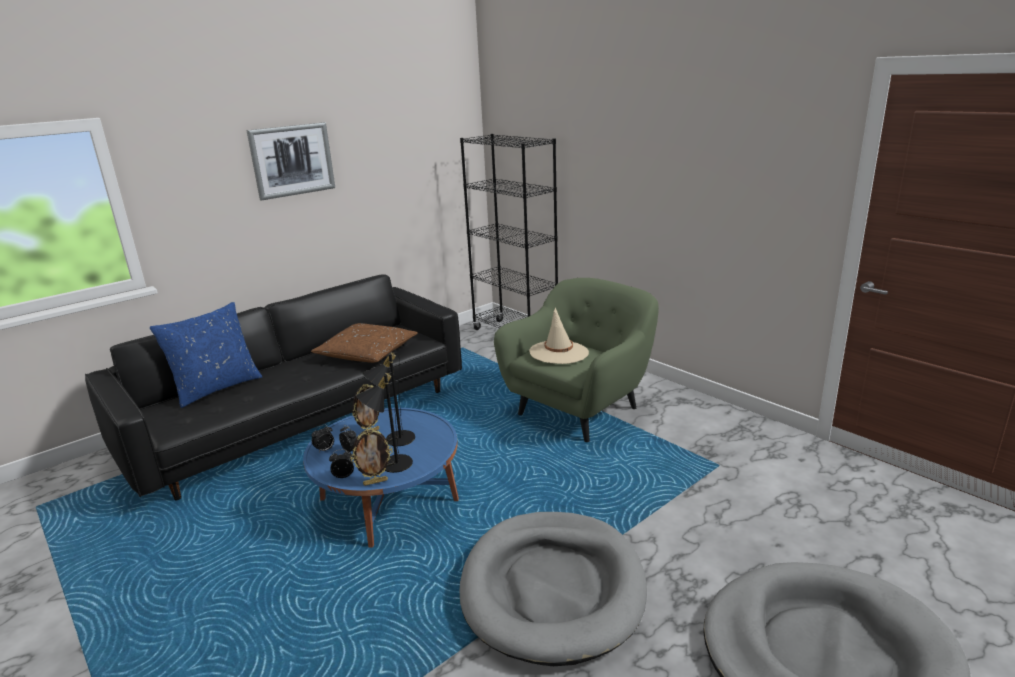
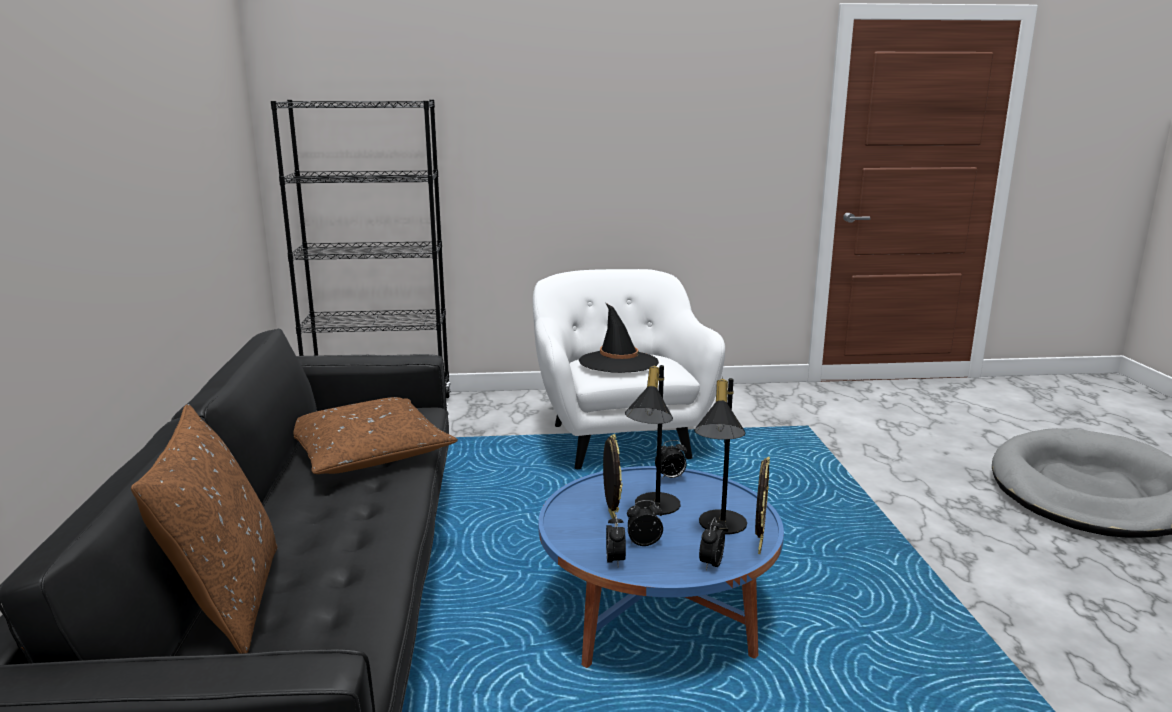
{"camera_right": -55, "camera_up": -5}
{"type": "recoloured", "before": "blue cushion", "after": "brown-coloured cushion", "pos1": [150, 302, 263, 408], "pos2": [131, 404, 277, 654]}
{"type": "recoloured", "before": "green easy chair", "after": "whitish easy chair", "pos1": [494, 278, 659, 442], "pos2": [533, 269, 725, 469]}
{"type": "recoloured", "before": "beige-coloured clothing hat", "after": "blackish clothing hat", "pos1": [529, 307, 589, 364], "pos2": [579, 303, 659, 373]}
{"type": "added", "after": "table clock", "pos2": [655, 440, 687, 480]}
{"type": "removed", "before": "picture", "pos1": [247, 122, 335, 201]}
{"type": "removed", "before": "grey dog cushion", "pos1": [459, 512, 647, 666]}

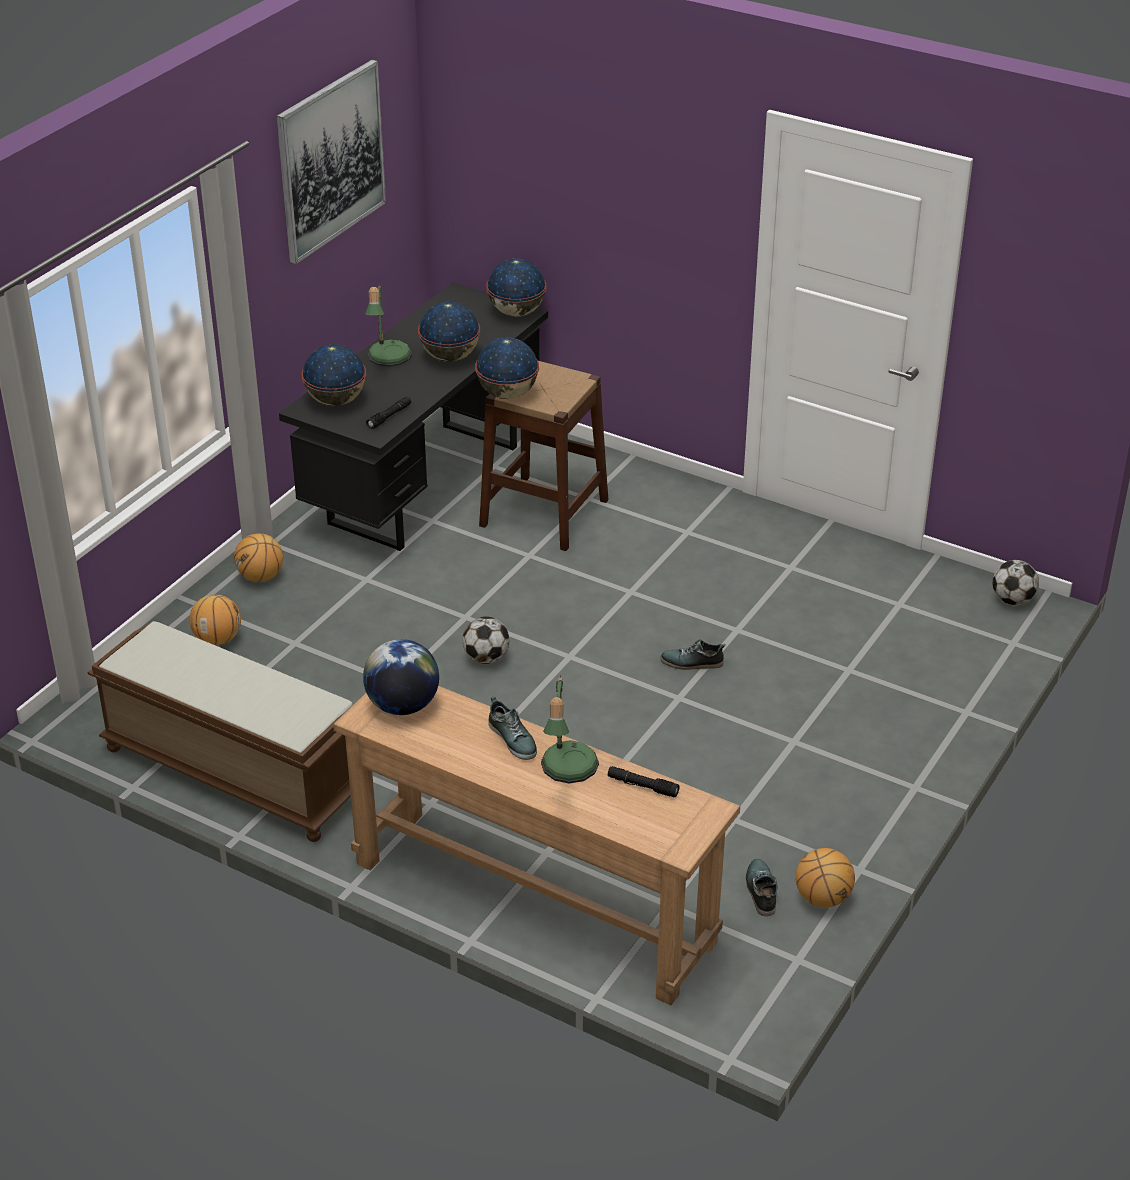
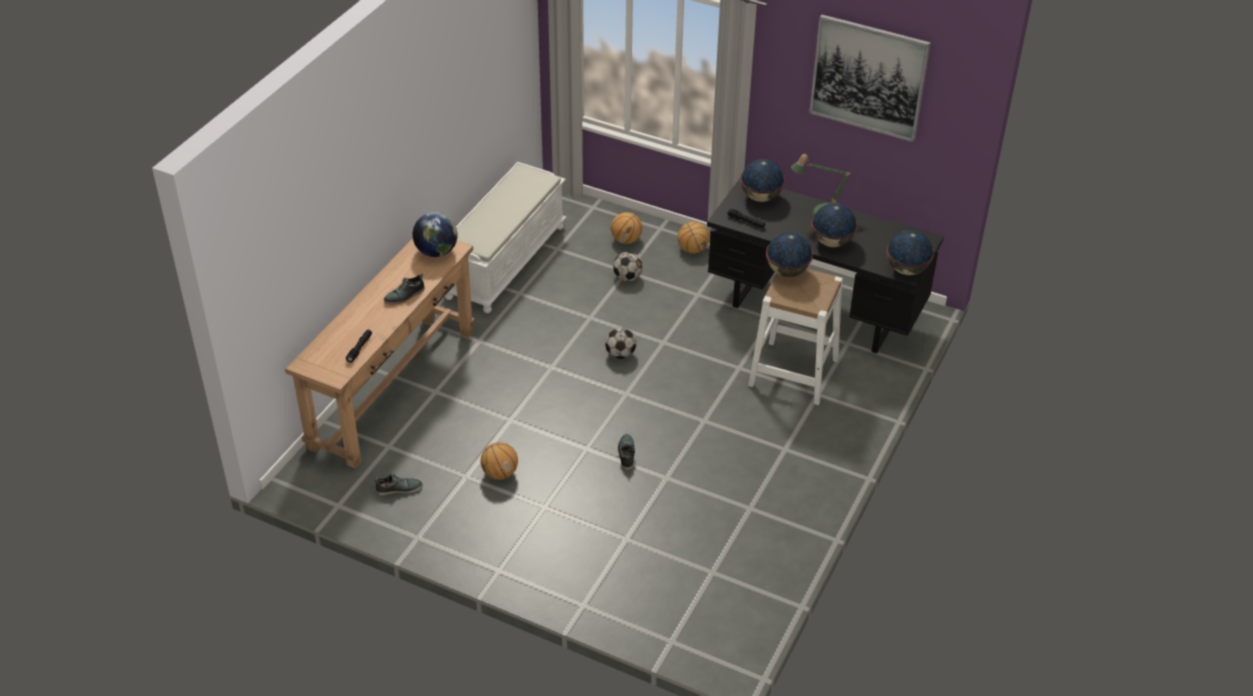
{"camera_right": 85, "camera_up": 5}
{"type": "recoloured", "before": "brown-coloured long seat", "after": "whitish long seat", "pos1": [88, 621, 353, 842], "pos2": [445, 162, 566, 313]}
{"type": "moved", "before": "basketball", "pos1": [795, 848, 855, 908], "pos2": [481, 442, 518, 480]}
{"type": "moved", "before": "ball for football", "pos1": [992, 560, 1039, 605], "pos2": [613, 252, 643, 282]}
{"type": "recoloured", "before": "brown-coloured stool", "after": "whitish stool", "pos1": [479, 361, 609, 551], "pos2": [748, 269, 843, 405]}
{"type": "removed", "before": "table lamp", "pos1": [541, 675, 599, 783]}

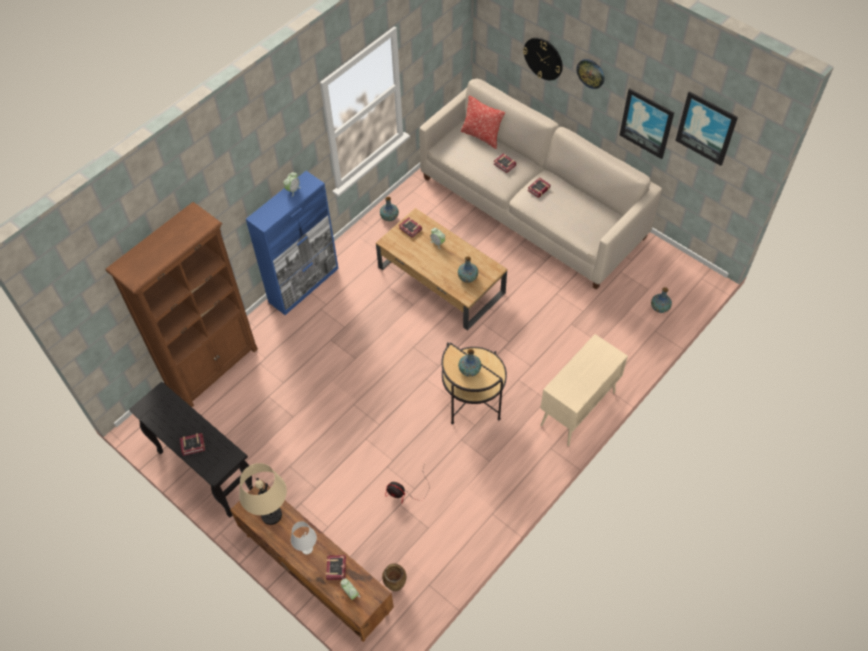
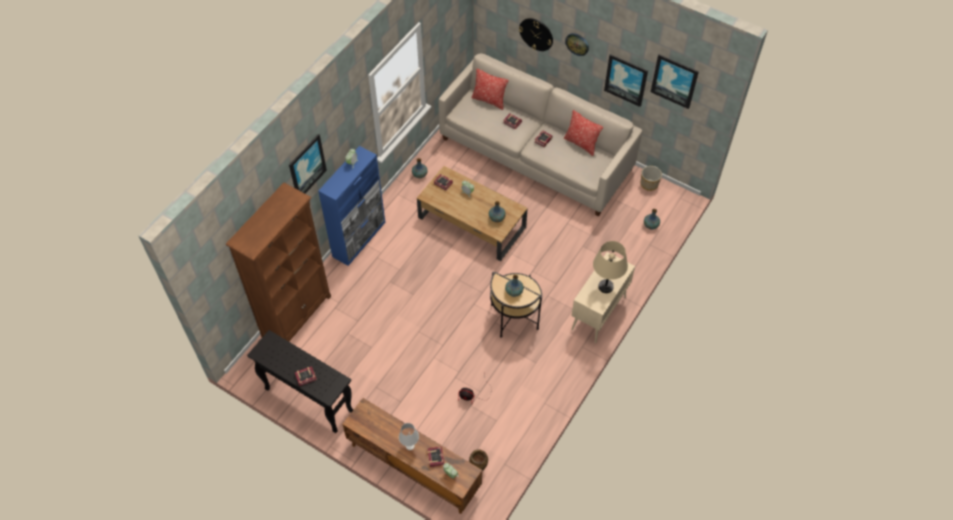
{"camera_right": -10, "camera_up": 0}
{"type": "added", "after": "picture", "pos2": [289, 134, 327, 193]}
{"type": "added", "after": "cushion", "pos2": [564, 110, 603, 156]}
{"type": "moved", "before": "beige-coloured table lamp", "pos1": [239, 463, 287, 525], "pos2": [593, 241, 628, 293]}
{"type": "added", "after": "planter", "pos2": [641, 166, 662, 191]}

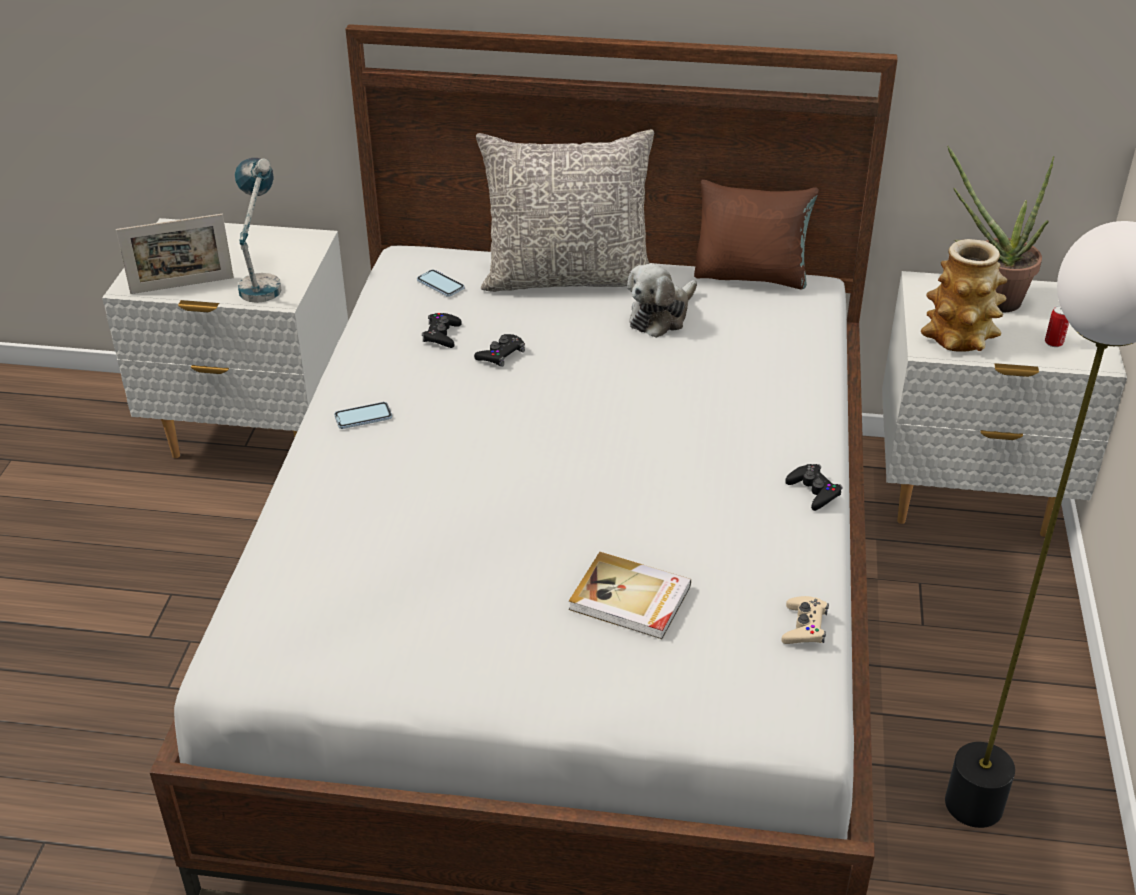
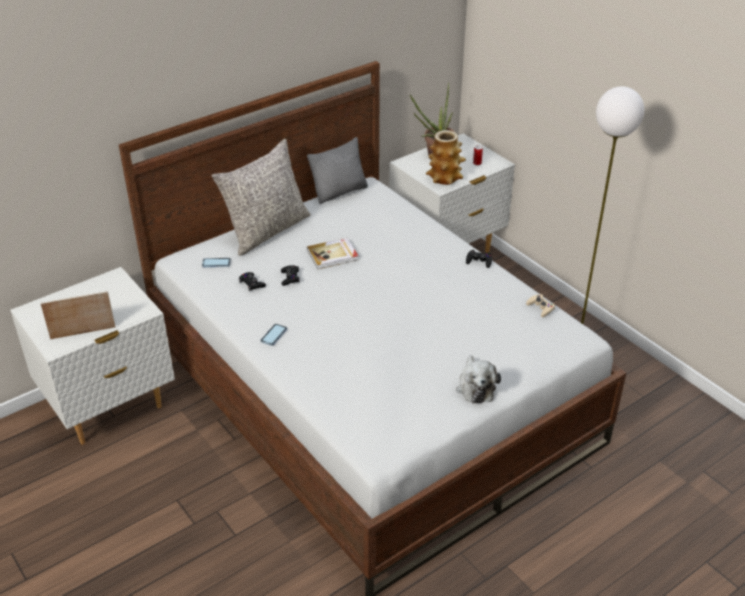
{"camera_right": -45, "camera_up": 0}
{"type": "turned", "before": "picture frame", "pos1": [116, 214, 234, 294], "pos2": [40, 291, 116, 339], "turn": -135}
{"type": "recoloured", "before": "brown-coloured cushion", "after": "grey cushion", "pos1": [694, 180, 819, 289], "pos2": [307, 137, 368, 204]}
{"type": "moved", "before": "book", "pos1": [569, 552, 691, 639], "pos2": [307, 238, 358, 269]}
{"type": "moved", "before": "cuddly toy", "pos1": [627, 264, 697, 338], "pos2": [456, 355, 501, 403]}
{"type": "removed", "before": "table lamp", "pos1": [235, 158, 282, 303]}

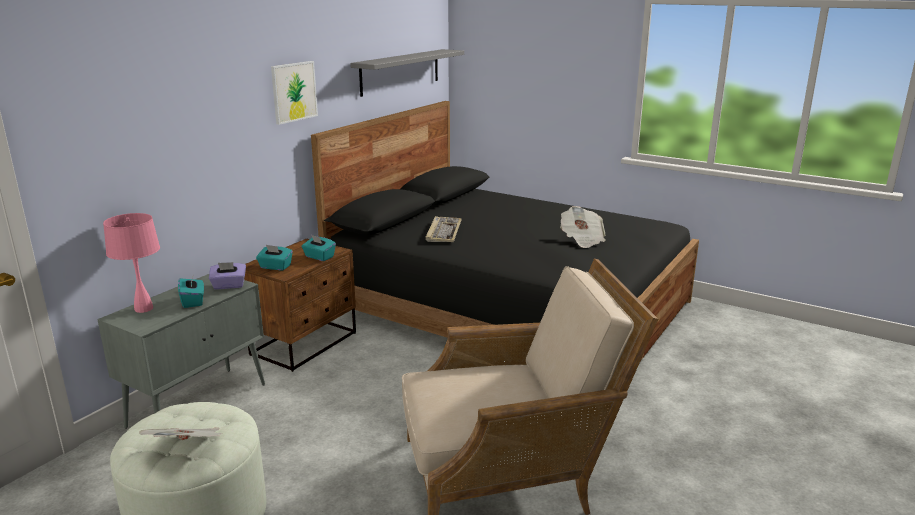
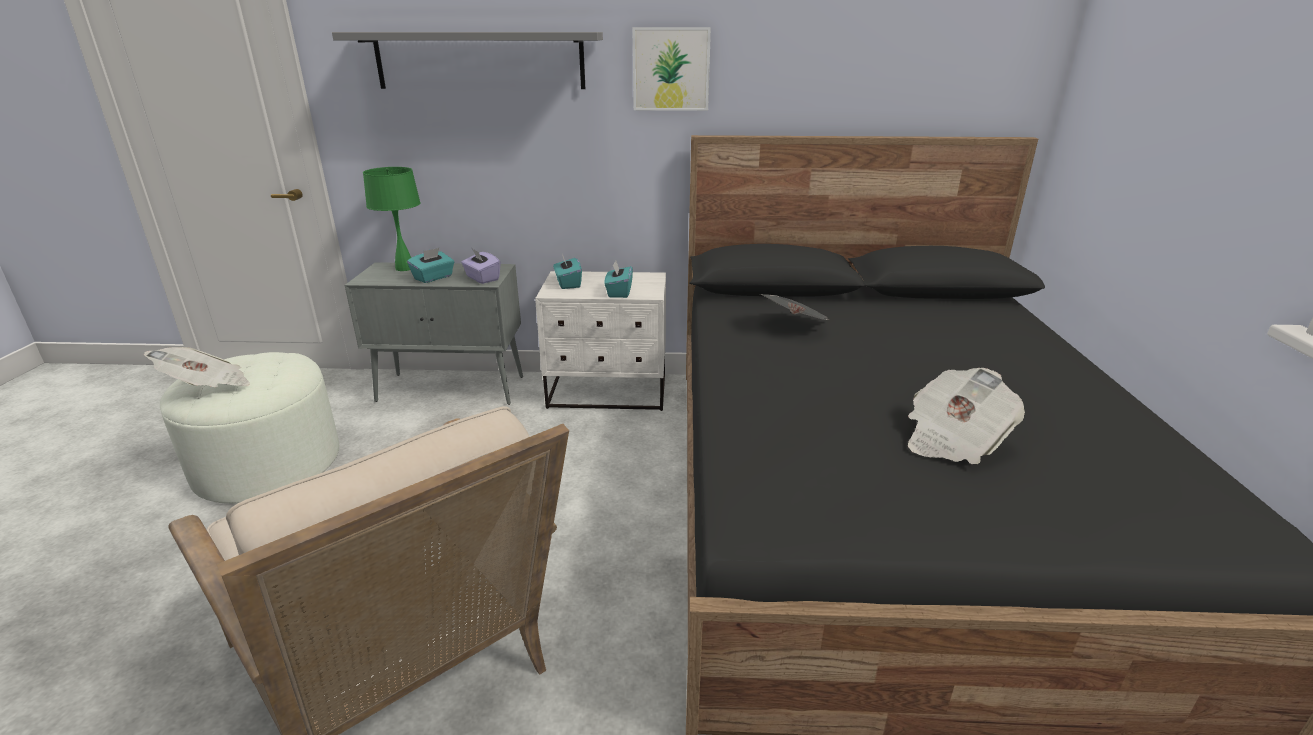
{"camera_right": 60, "camera_up": 5}
{"type": "moved", "before": "grey shelf", "pos1": [350, 49, 464, 97], "pos2": [332, 32, 603, 89]}
{"type": "recoloured", "before": "pink table lamp", "after": "green table lamp", "pos1": [103, 213, 160, 313], "pos2": [363, 167, 421, 271]}
{"type": "recoloured", "before": "brown-coloured nightstand", "after": "whitish nightstand", "pos1": [244, 238, 356, 372], "pos2": [535, 271, 666, 411]}
{"type": "replaced", "before": "PC keyboard", "after": "newspaper", "pos1": [425, 216, 462, 242], "pos2": [760, 294, 829, 320]}

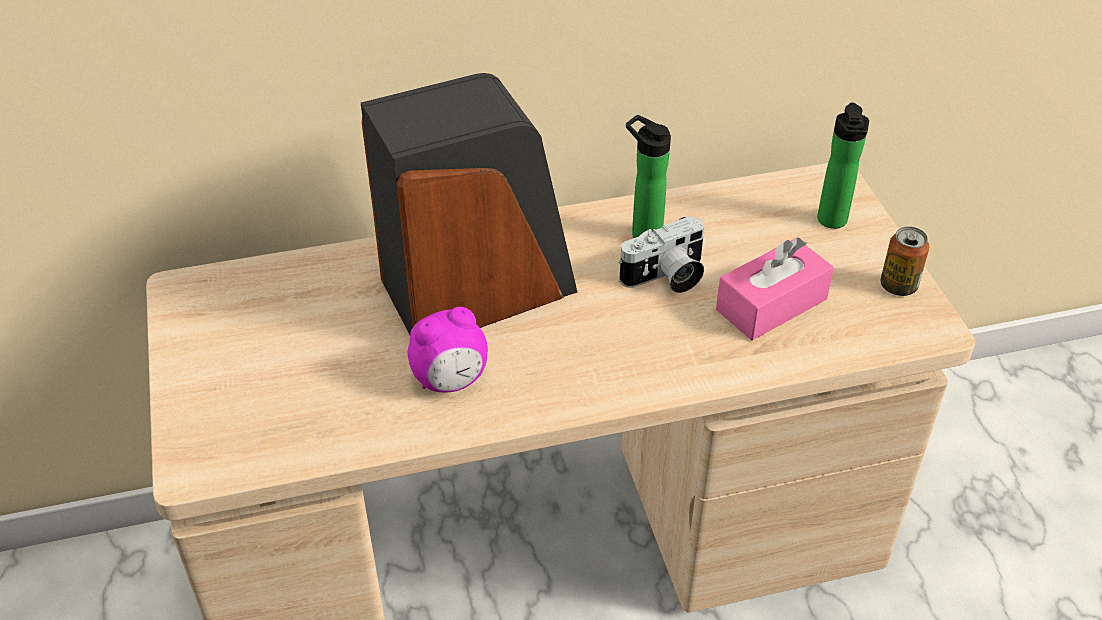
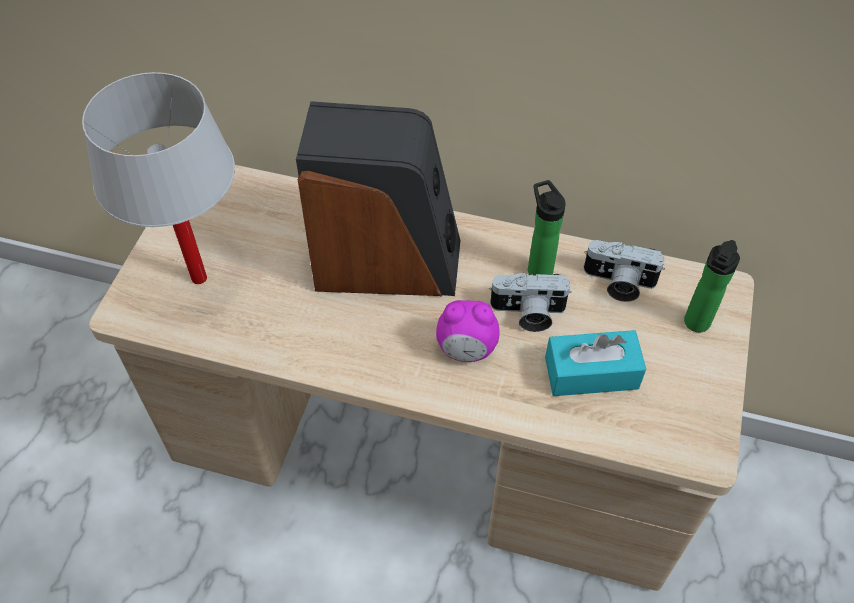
{"camera_right": 30, "camera_up": 10}
{"type": "added", "after": "whitish table lamp", "pos2": [82, 72, 235, 284]}
{"type": "moved", "before": "table clock", "pos1": [408, 307, 488, 392], "pos2": [436, 300, 500, 362]}
{"type": "recoloured", "before": "pink tissue holder", "after": "turquoise tissue holder", "pos1": [716, 237, 834, 340], "pos2": [545, 330, 646, 396]}
{"type": "added", "after": "still camera", "pos2": [583, 240, 665, 302]}
{"type": "removed", "before": "metal can", "pos1": [881, 227, 929, 296]}

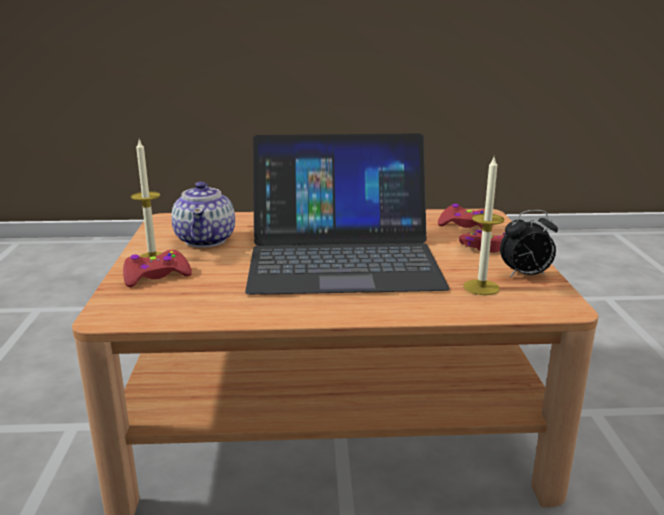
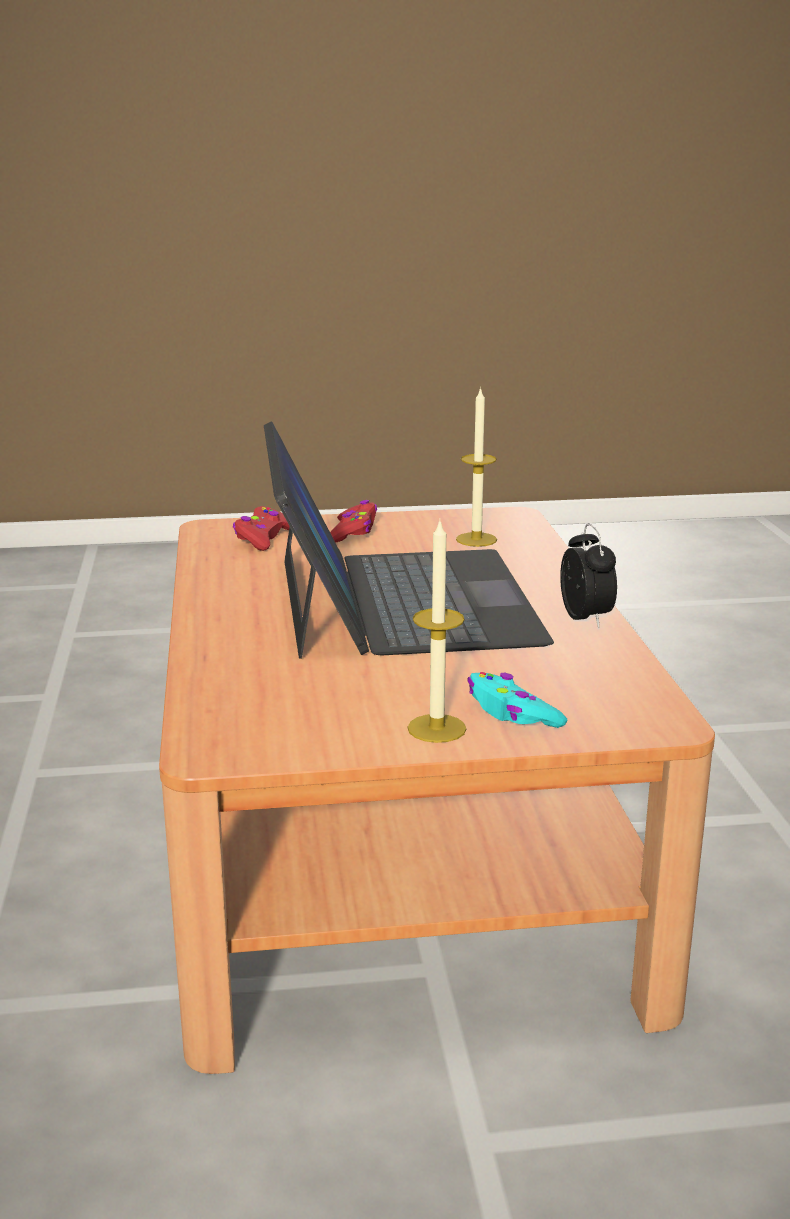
{"camera_right": -95, "camera_up": 0}
{"type": "recoloured", "before": "red-coloured joypad", "after": "turquoise joypad", "pos1": [123, 250, 192, 287], "pos2": [467, 672, 567, 728]}
{"type": "moved", "before": "table clock", "pos1": [500, 210, 558, 277], "pos2": [560, 524, 617, 628]}
{"type": "removed", "before": "pot for tea", "pos1": [172, 181, 235, 248]}

